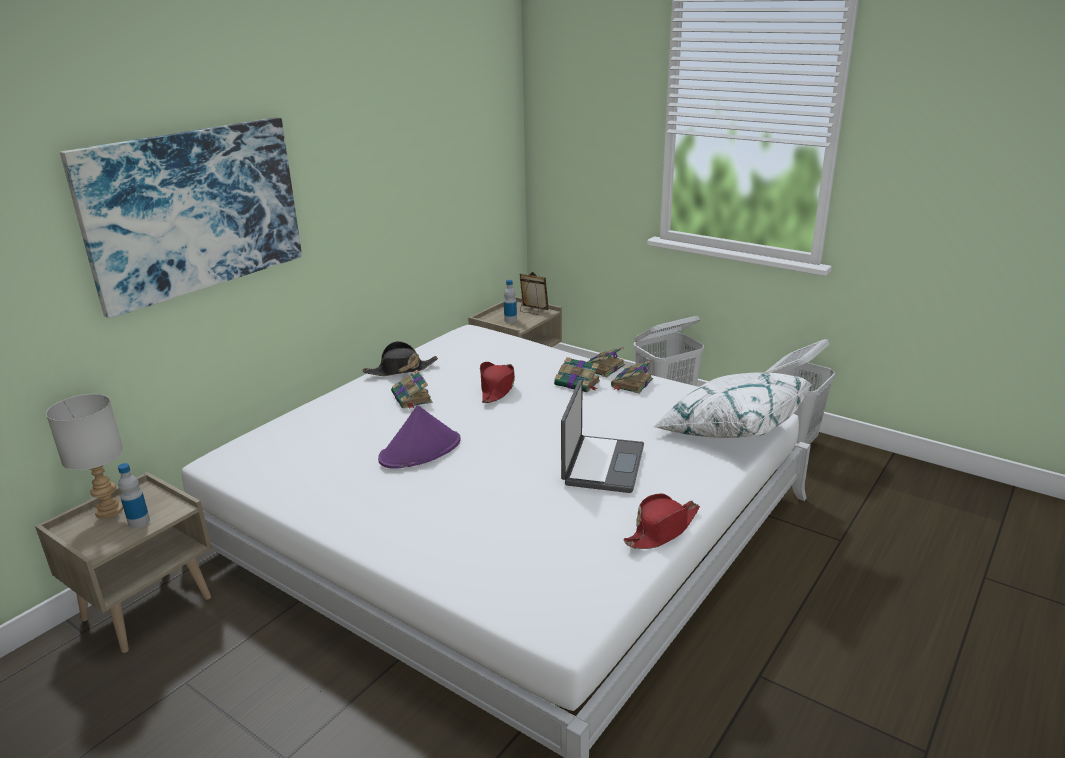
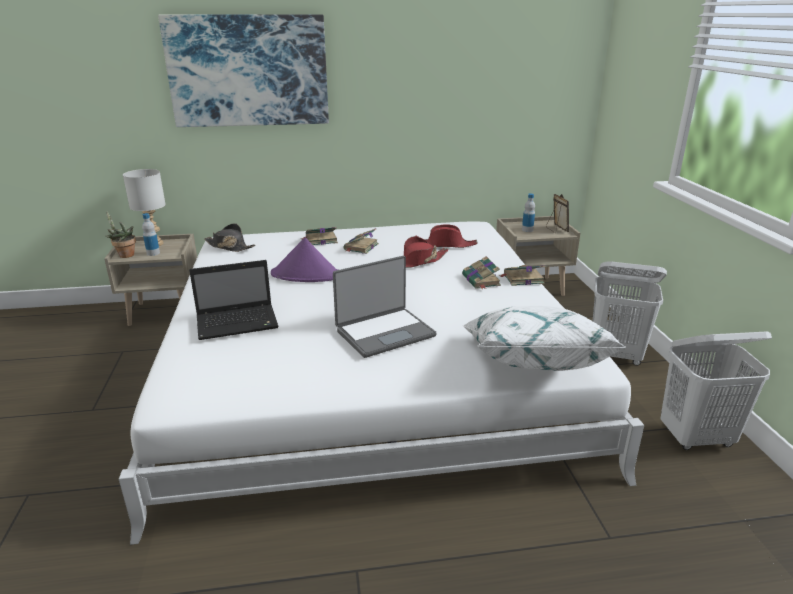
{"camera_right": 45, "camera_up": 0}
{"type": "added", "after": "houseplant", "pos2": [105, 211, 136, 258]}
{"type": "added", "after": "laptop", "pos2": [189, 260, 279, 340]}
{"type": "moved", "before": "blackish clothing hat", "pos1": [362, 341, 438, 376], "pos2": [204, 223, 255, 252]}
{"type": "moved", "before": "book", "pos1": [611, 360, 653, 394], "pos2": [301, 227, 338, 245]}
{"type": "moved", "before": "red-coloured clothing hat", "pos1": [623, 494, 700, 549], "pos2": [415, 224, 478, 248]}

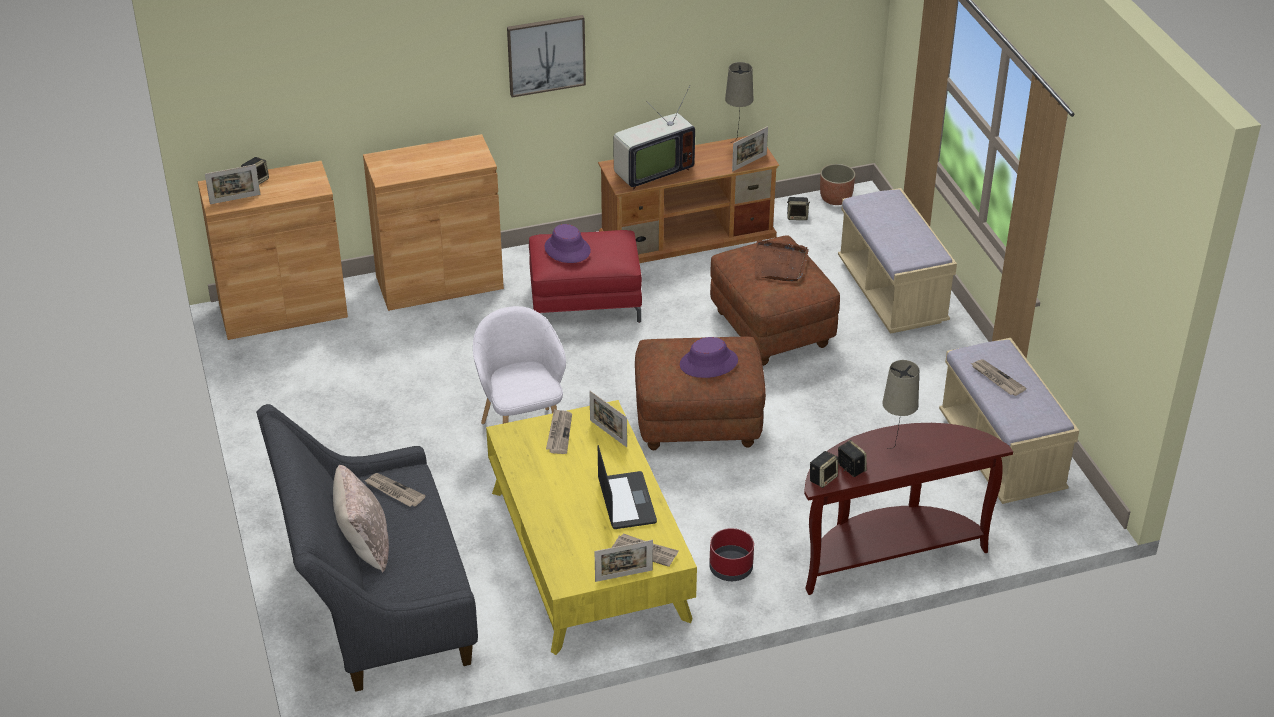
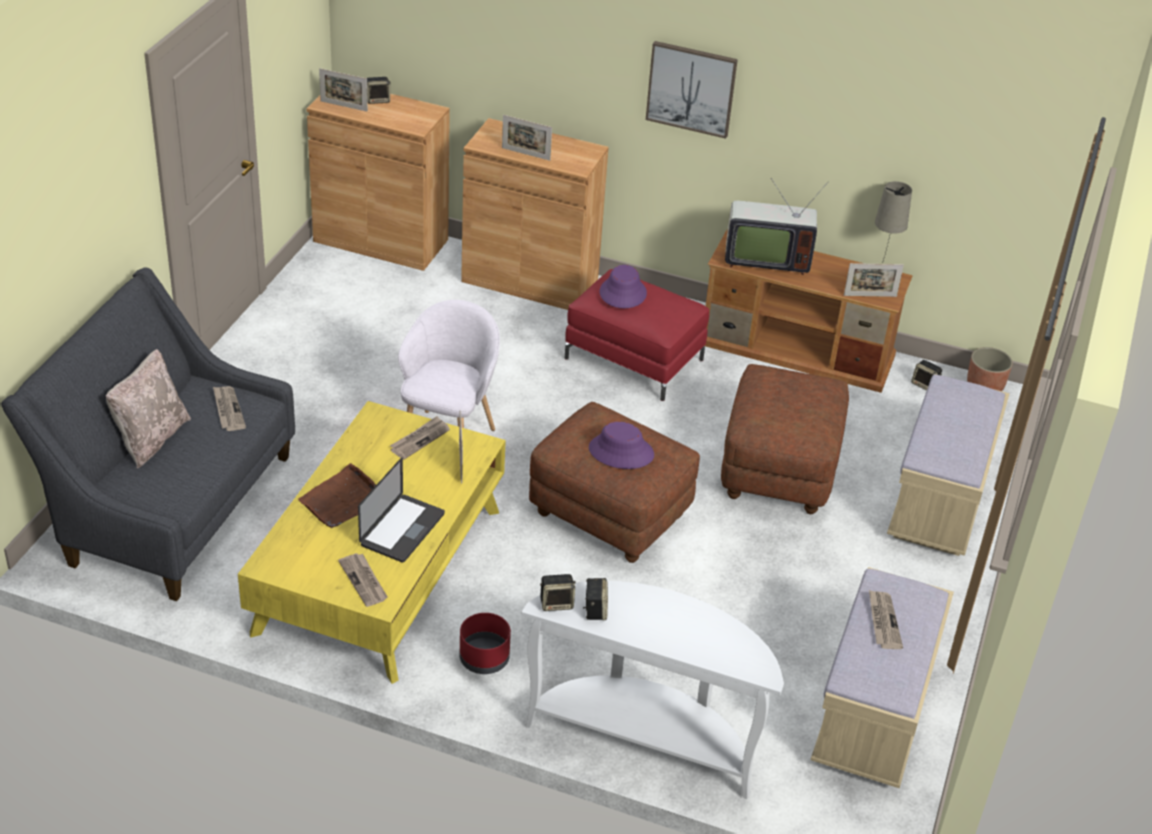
{"camera_right": 35, "camera_up": 0}
{"type": "moved", "before": "brown-coloured tray", "pos1": [755, 240, 809, 281], "pos2": [298, 463, 376, 528]}
{"type": "moved", "before": "picture frame", "pos1": [595, 540, 653, 582], "pos2": [502, 115, 552, 161]}
{"type": "recoloured", "before": "brown-coloured narrow table", "after": "whitish narrow table", "pos1": [804, 423, 1013, 595], "pos2": [521, 581, 784, 799]}
{"type": "removed", "before": "beige-coloured table lamp", "pos1": [883, 360, 919, 449]}

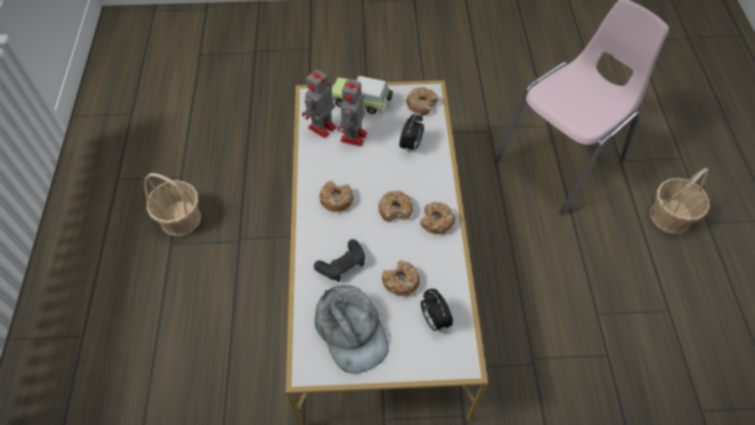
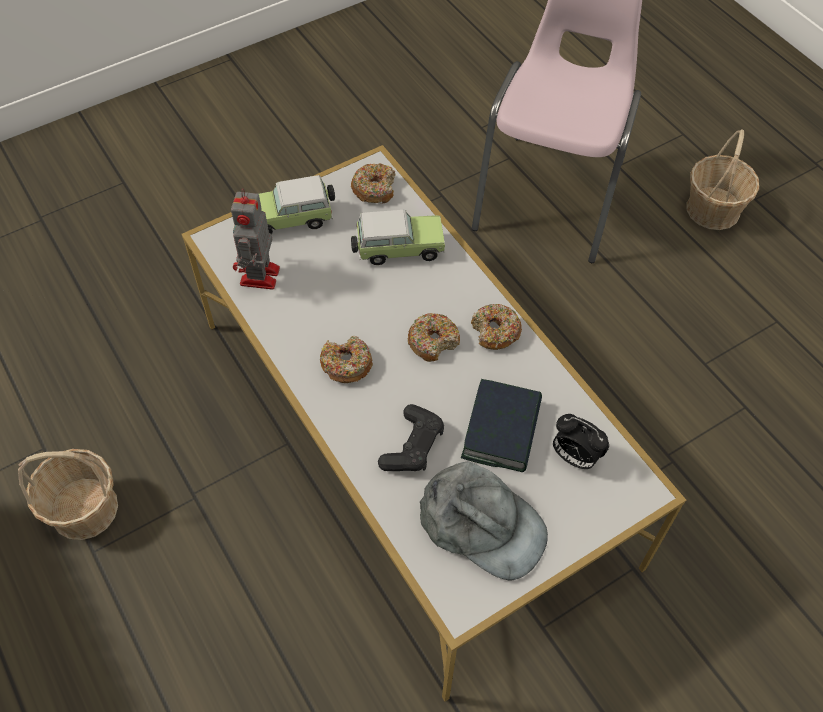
{"camera_right": -30, "camera_up": 0}
{"type": "replaced", "before": "table clock", "after": "miniature car", "pos1": [399, 114, 424, 154], "pos2": [351, 210, 445, 265]}
{"type": "replaced", "before": "ring doughnut", "after": "book", "pos1": [382, 260, 420, 296], "pos2": [461, 379, 542, 472]}
{"type": "removed", "before": "robot figure", "pos1": [338, 79, 367, 147]}

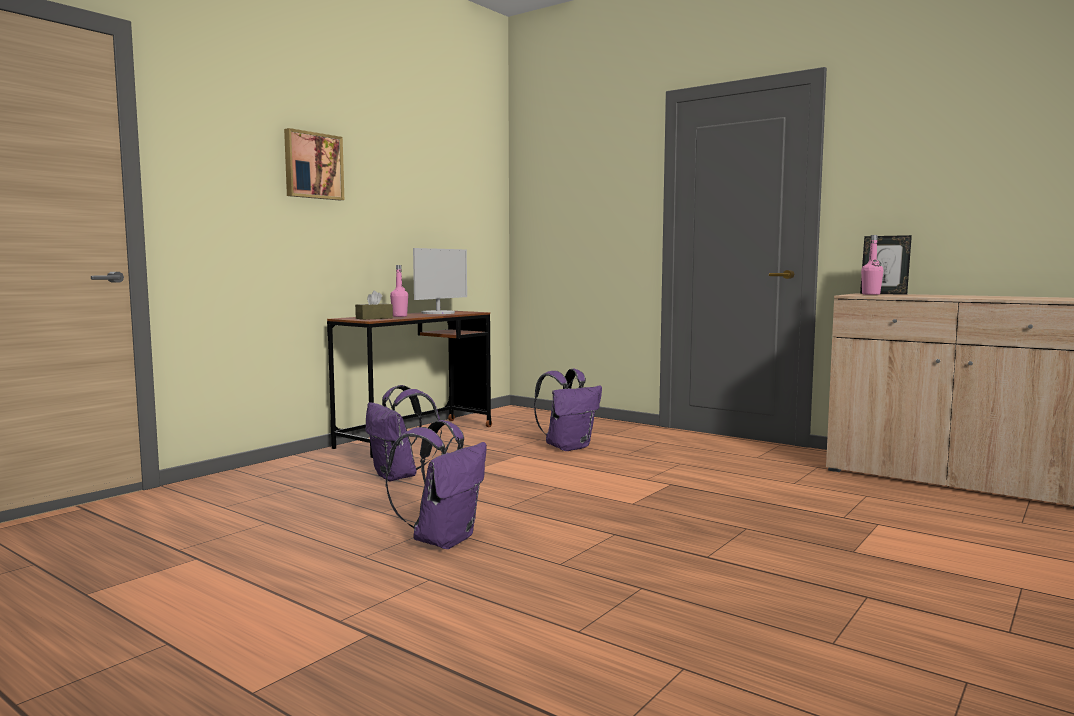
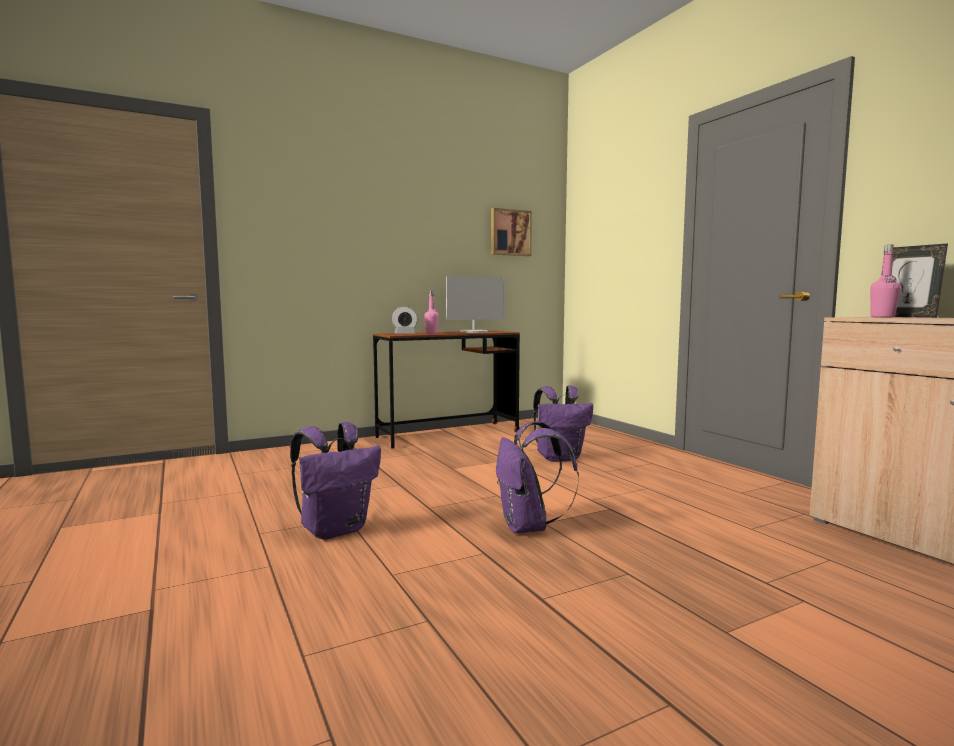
{"camera_right": 25, "camera_up": 0}
{"type": "replaced", "before": "brown-coloured tissue holder", "after": "table clock", "pos1": [355, 291, 393, 320], "pos2": [392, 306, 418, 334]}
{"type": "moved", "before": "picture", "pos1": [284, 128, 344, 200], "pos2": [491, 208, 532, 256]}
{"type": "moved", "before": "purple backpack", "pos1": [366, 385, 442, 481], "pos2": [496, 421, 579, 533]}

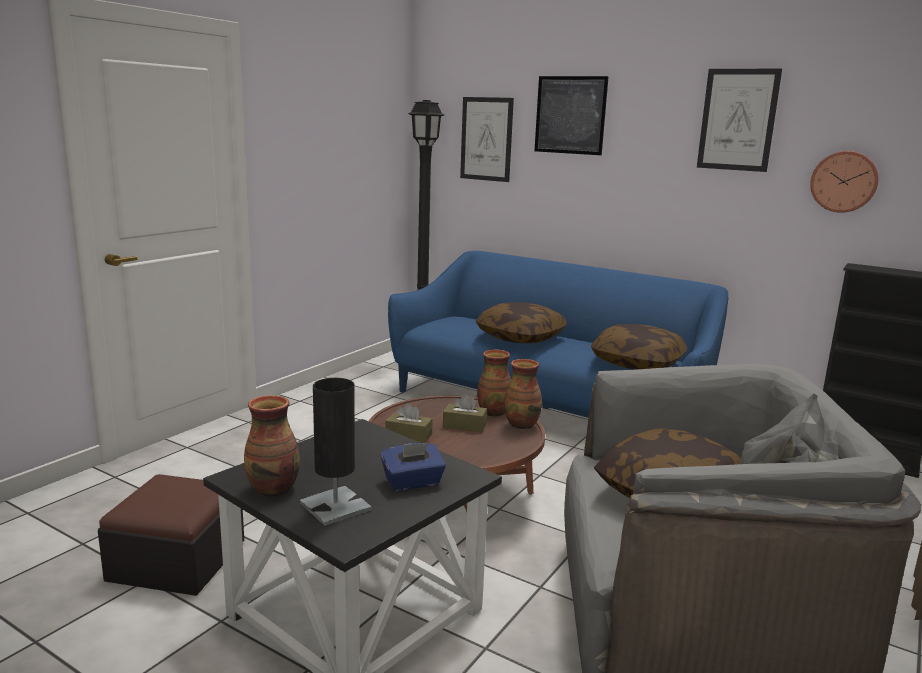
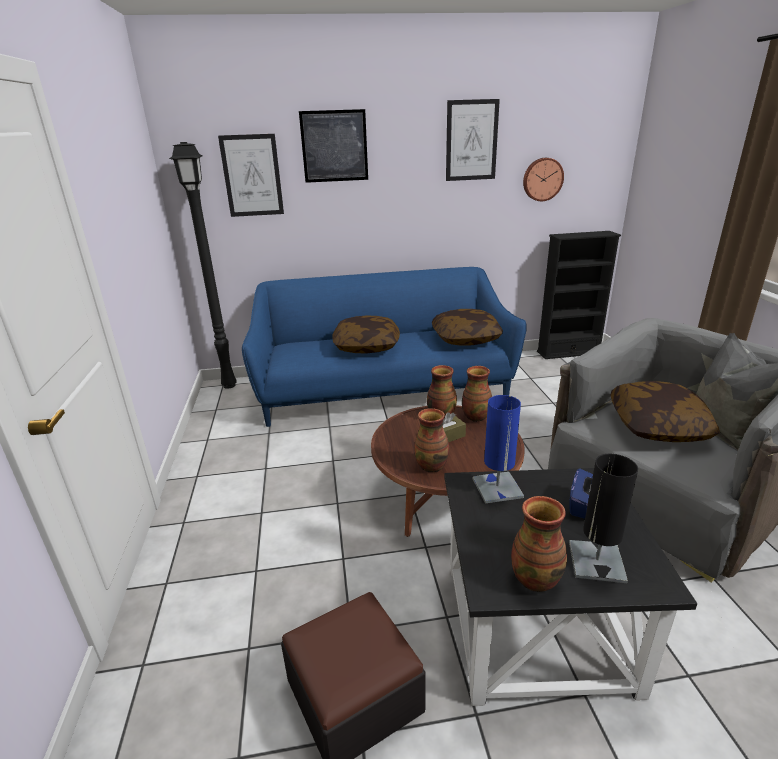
{"camera_right": -40, "camera_up": 10}
{"type": "replaced", "before": "brown-coloured tissue holder", "after": "vase", "pos1": [385, 403, 433, 443], "pos2": [414, 408, 449, 472]}
{"type": "added", "after": "blue table lamp", "pos2": [473, 395, 524, 503]}

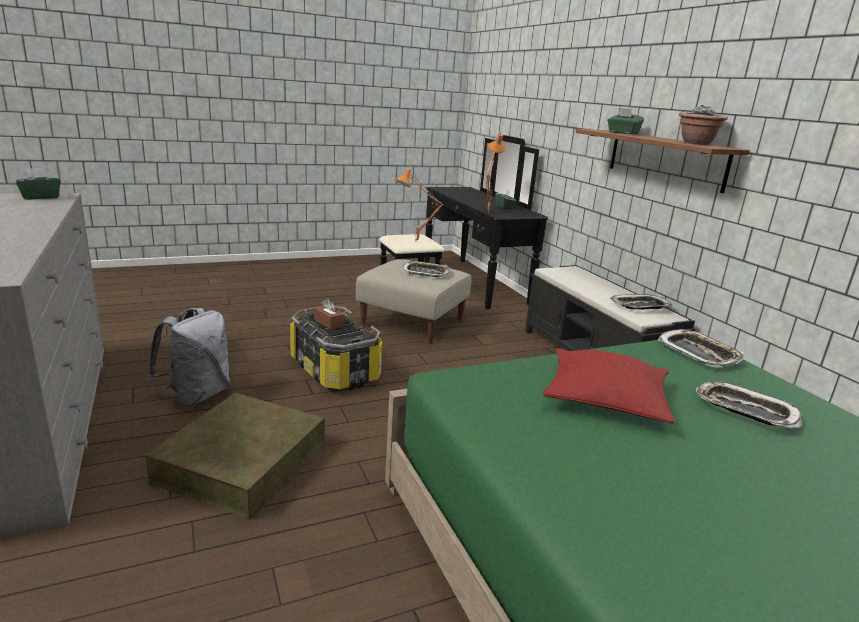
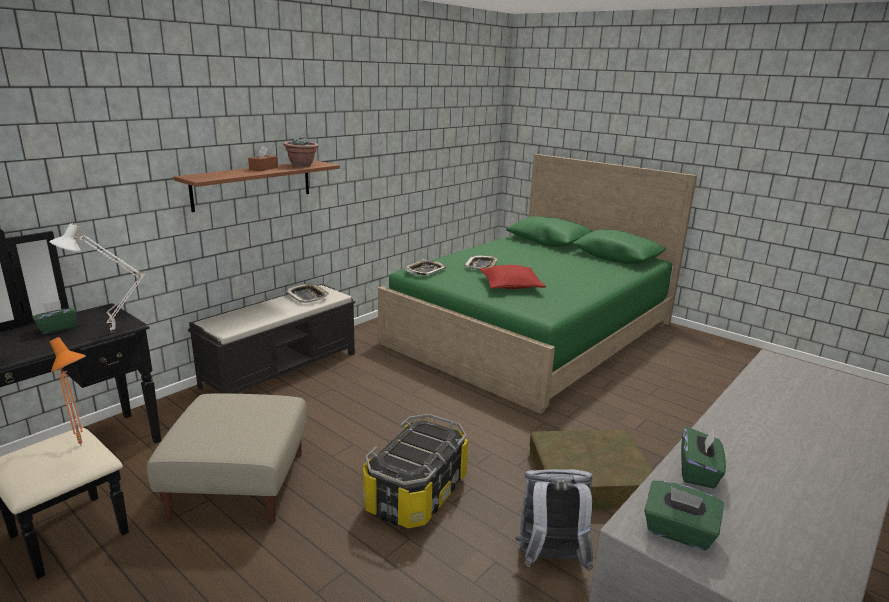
{"camera_right": -115, "camera_up": 0}
{"type": "recoloured", "before": "orangey table lamp", "after": "whitish table lamp", "pos1": [486, 133, 505, 213], "pos2": [50, 223, 145, 333]}
{"type": "moved", "before": "brown-coloured tissue holder", "pos1": [314, 299, 345, 330], "pos2": [248, 145, 278, 171]}
{"type": "moved", "before": "green tissue holder", "pos1": [608, 108, 644, 134], "pos2": [681, 426, 726, 488]}
{"type": "removed", "before": "tray", "pos1": [402, 261, 450, 277]}

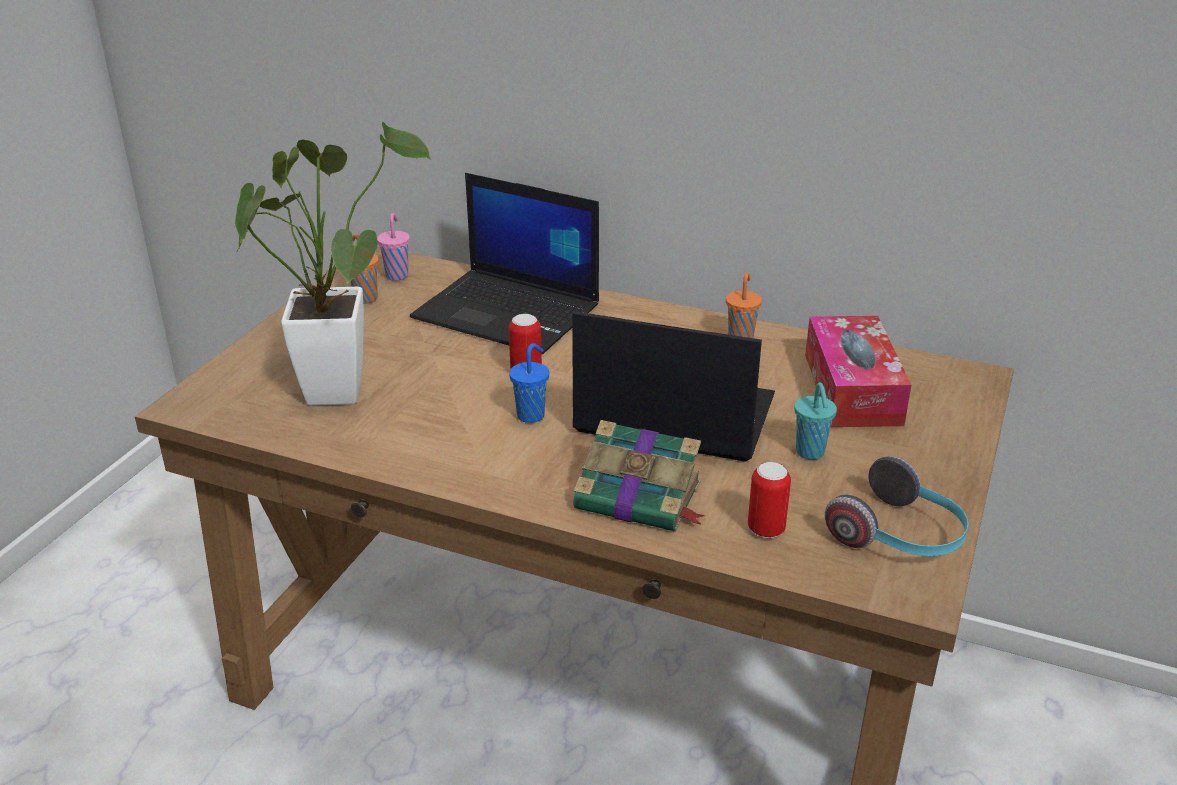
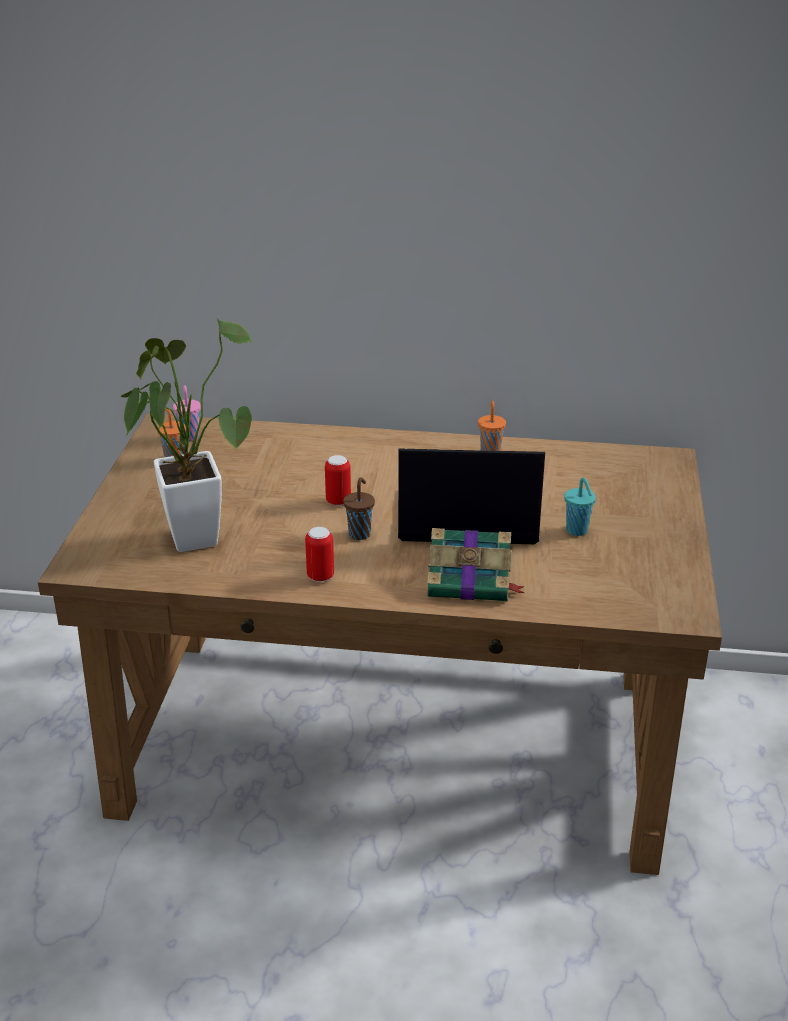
{"camera_right": -15, "camera_up": 0}
{"type": "moved", "before": "metal can", "pos1": [748, 462, 791, 538], "pos2": [305, 527, 334, 582]}
{"type": "recoloured", "before": "blue drinking cup", "after": "brown-coloured drinking cup", "pos1": [509, 343, 549, 423], "pos2": [343, 477, 375, 540]}
{"type": "removed", "before": "laptop", "pos1": [410, 173, 599, 355]}
{"type": "removed", "before": "tissue holder", "pos1": [805, 316, 911, 427]}
{"type": "removed", "before": "headphones", "pos1": [825, 456, 969, 556]}

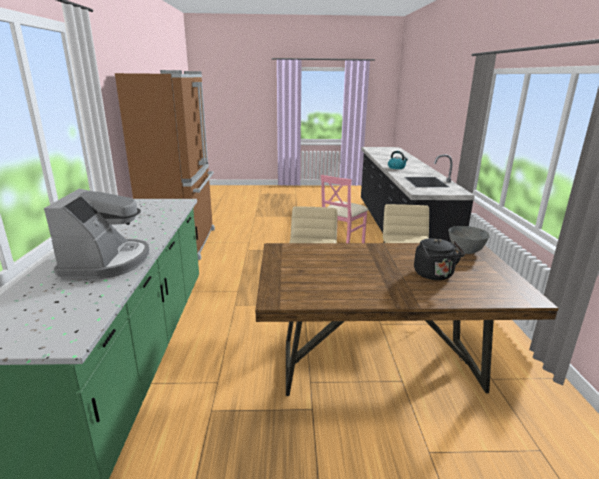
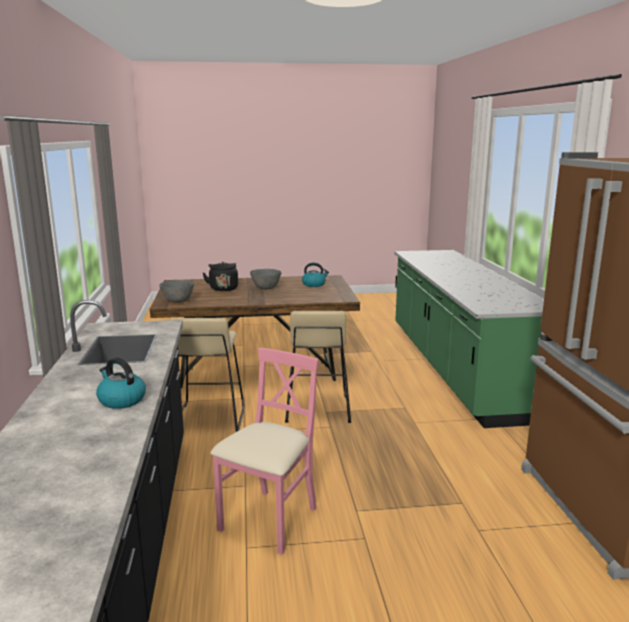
{"camera_right": 175, "camera_up": -5}
{"type": "added", "after": "grey deep dish", "pos2": [250, 269, 282, 289]}
{"type": "added", "after": "tea kettle", "pos2": [302, 263, 329, 287]}
{"type": "removed", "before": "coffee maker", "pos1": [44, 189, 149, 280]}

